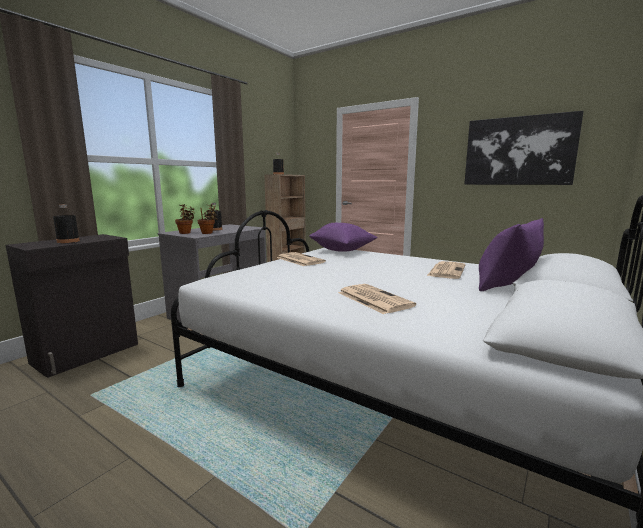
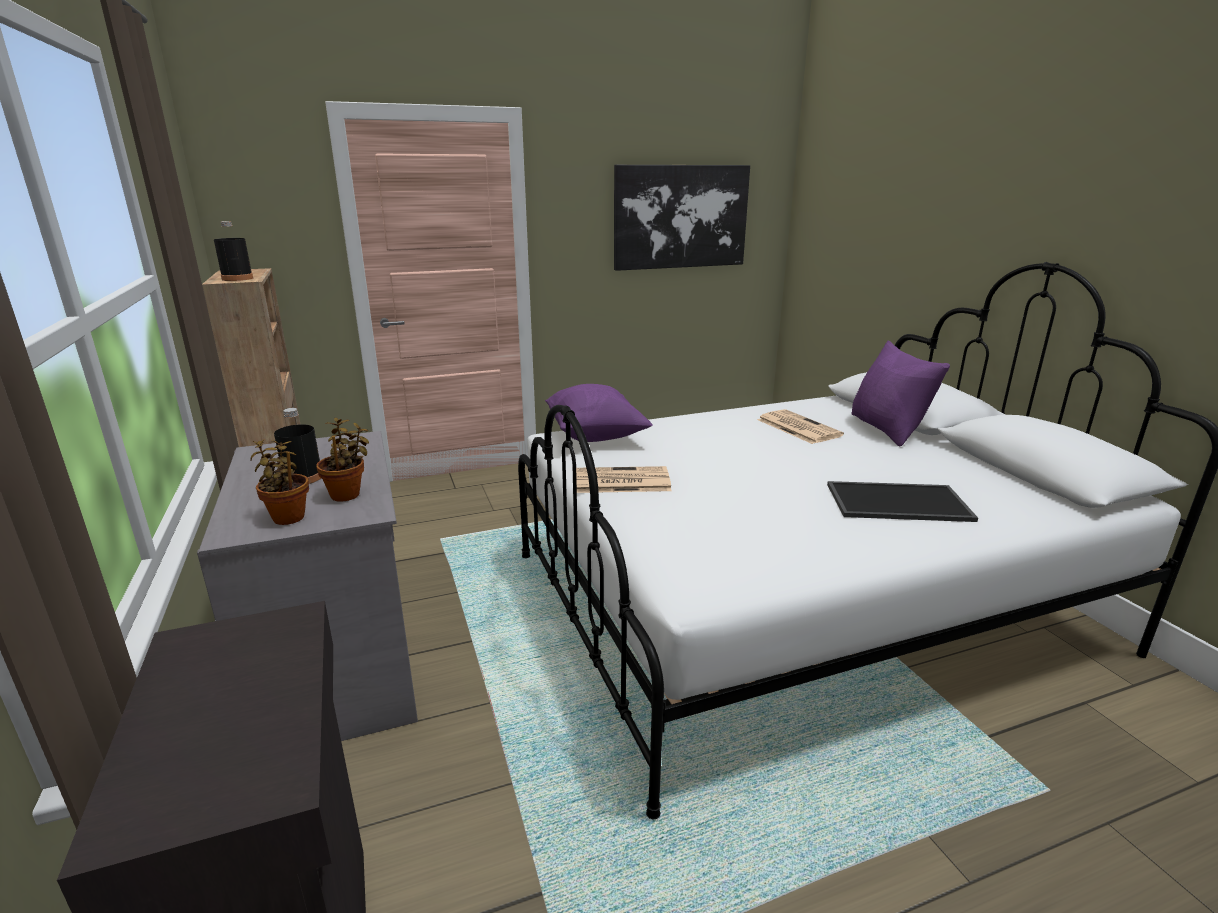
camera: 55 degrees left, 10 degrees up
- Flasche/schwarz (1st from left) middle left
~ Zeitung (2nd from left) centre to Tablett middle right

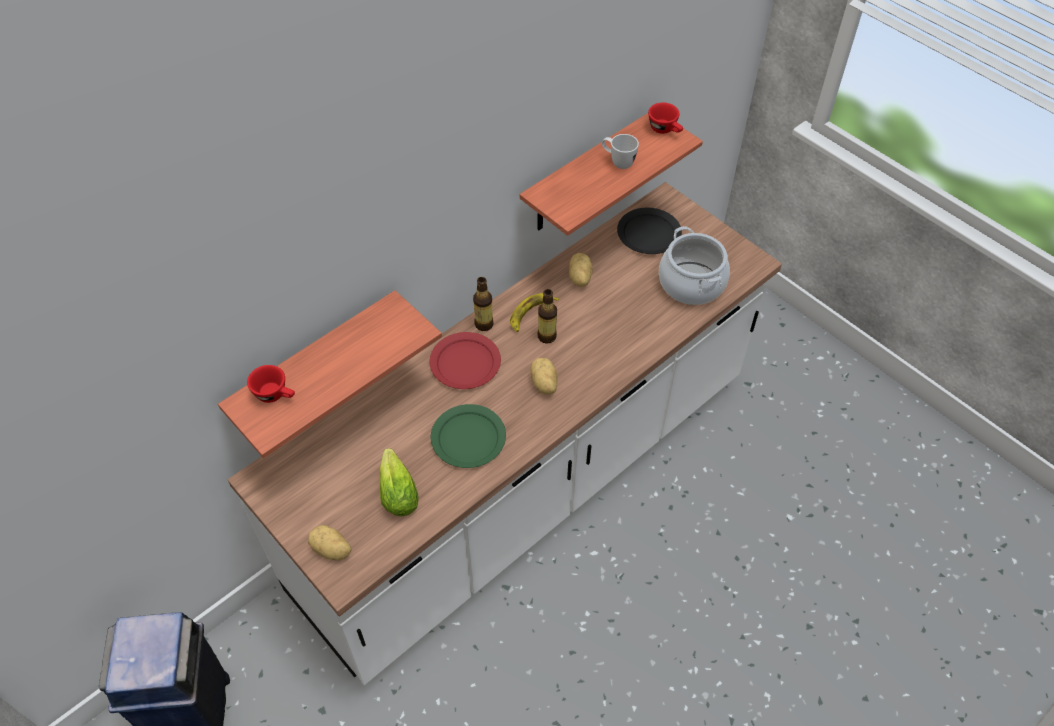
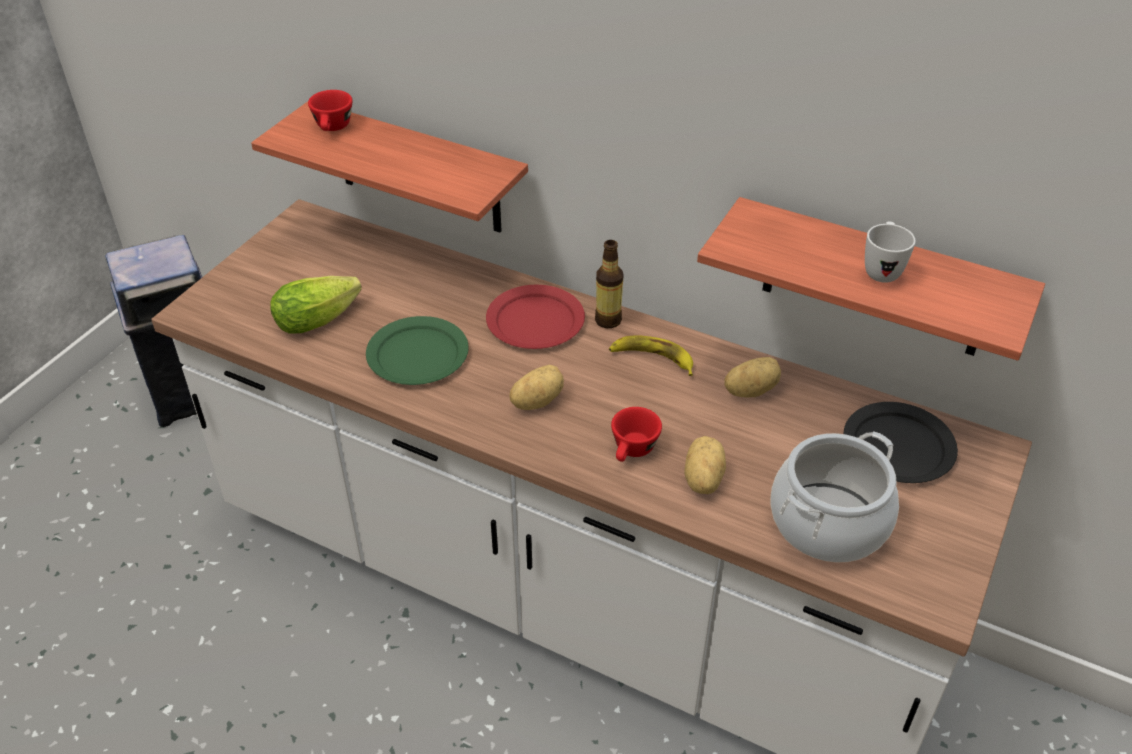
camera: 70 degrees right, 10 degrees down
- Flasche (2nd from left) centre
~ Kartoffel (1st from left in the first image) bottom left to Kartoffel (2nd from left) centre
~ Tasse/rot (2nd from left) top centre to centre

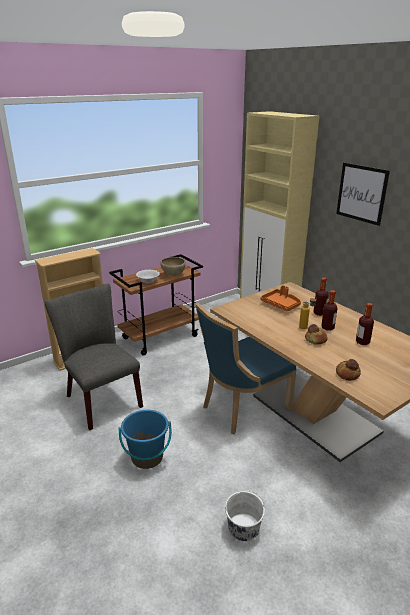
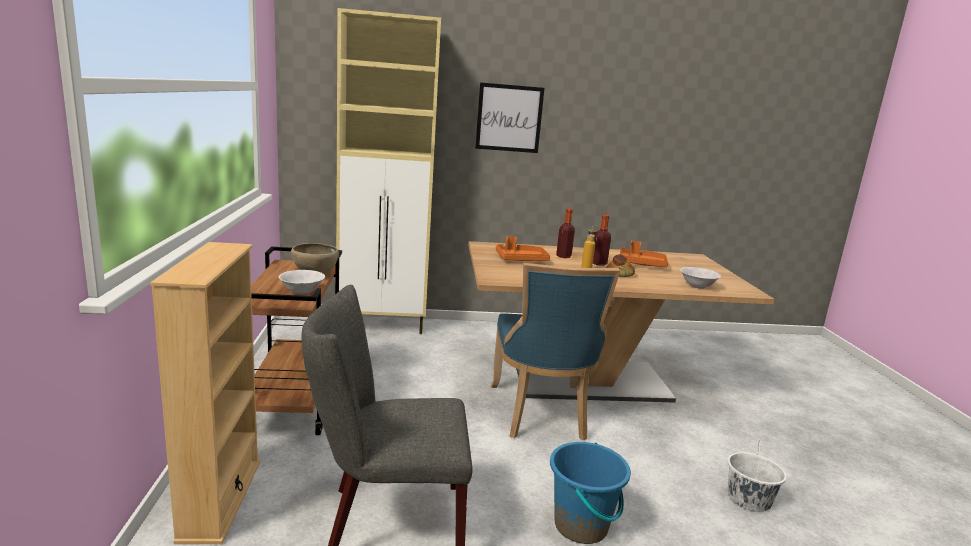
camera: 60 degrees left, 10 degrees down
~ Brot (2nd from left) middle right to Schüssel/weiß (2nd from left) middle right
~ Flasche (4th from left) middle right to Tablett/orange (2nd from left) centre

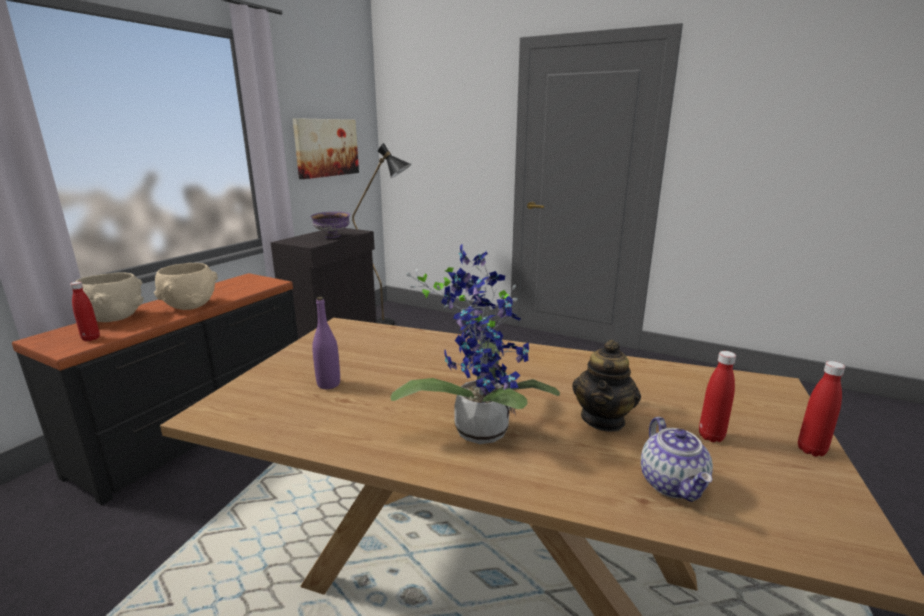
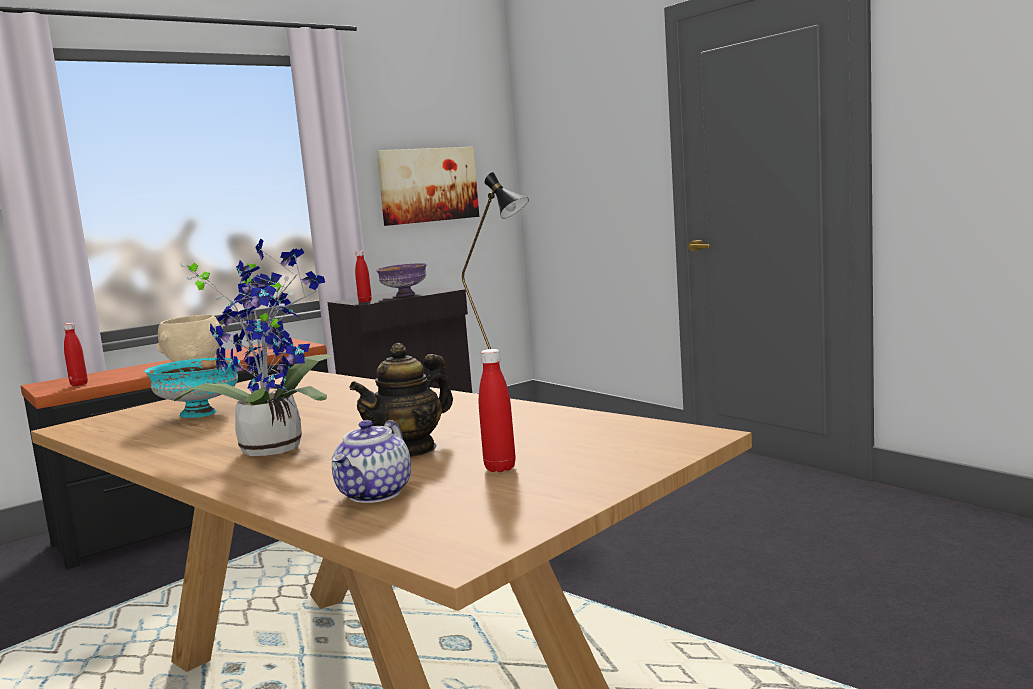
camera: 25 degrees right, 10 degrees down
- Schüssel/beige (1st from left) middle left
~ Flasche/rot (3rd from left in the first image) middle right to Flasche/rot (2nd from left) centre
~ Flasche/lila centre to Schüssel/türkis middle left

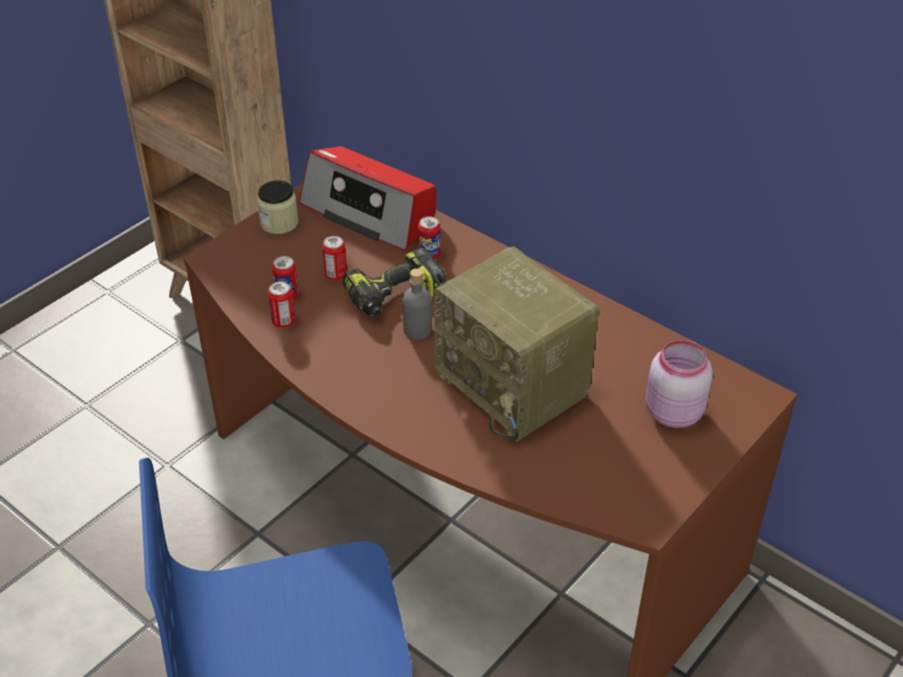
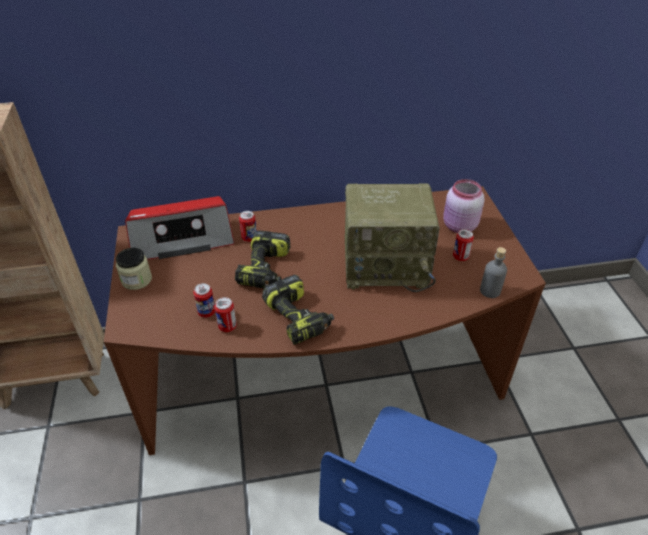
camera: 50 degrees left, 0 degrees up
+ Bohrmaschine (2nd from left) centre
~ Dose (3rd from left in the first image) centre to Dose (4th from left) middle right
~ Flasche/grau centre to middle right

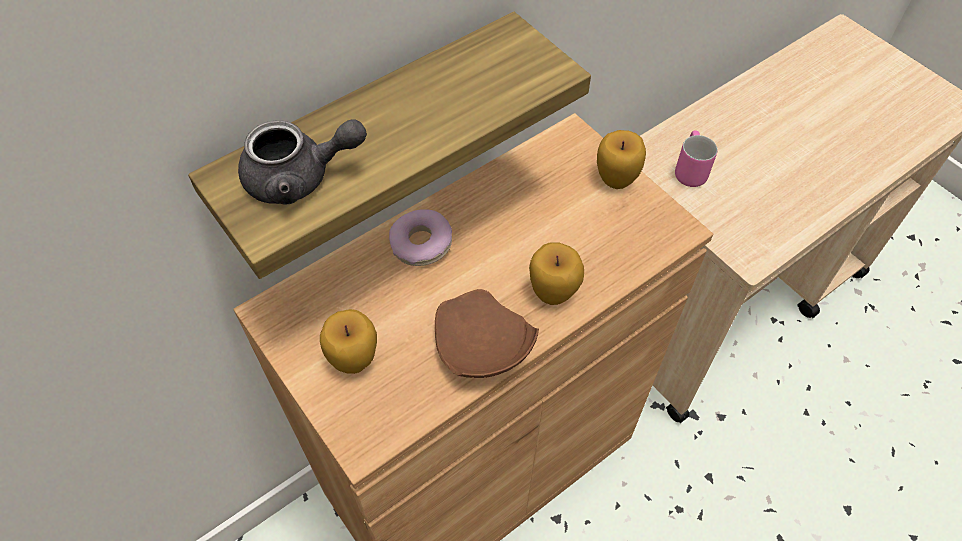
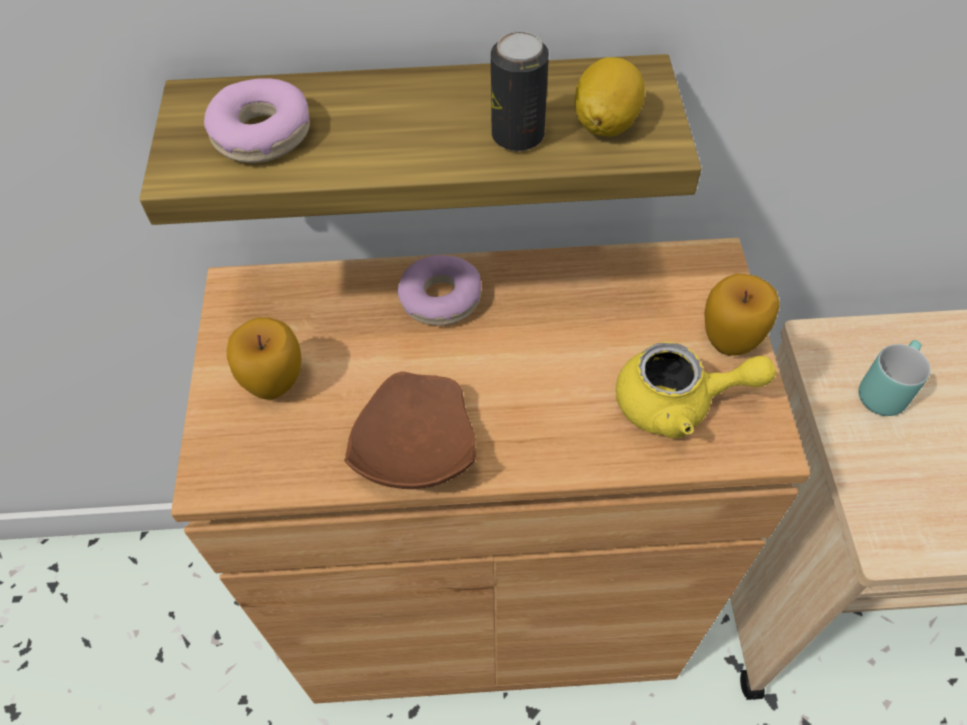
camera: 35 degrees right, 0 degrees up
- Apfel (2nd from left) centre
+ Dose top centre
+ Zitrone top centre
+ Teekanne/gelb middle right
~ Teekanne/grau top left to Donut (1st from left) top left
~ Henkelbecher/rosa top right to Henkelbecher/türkis middle right

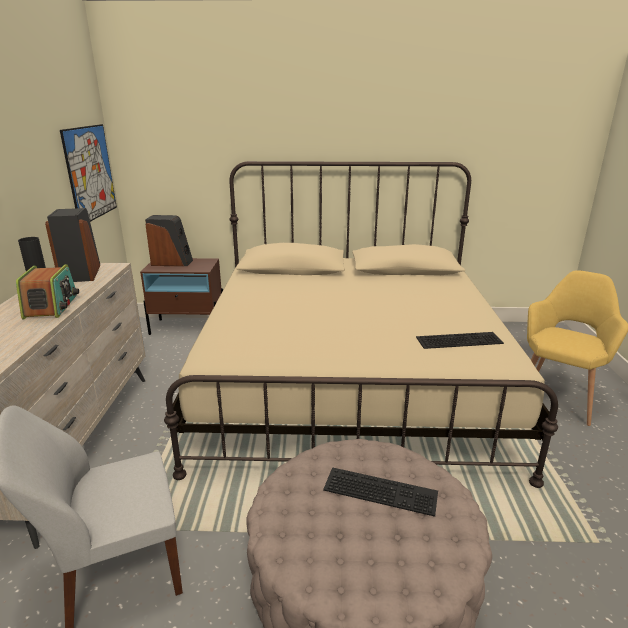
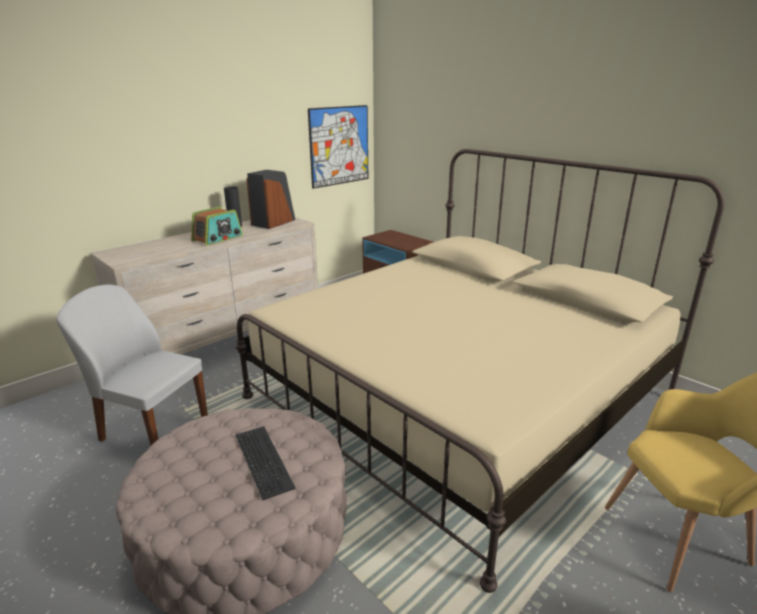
camera: 45 degrees right, 0 degrees up
- Lautsprecher (2nd from left) middle left
- Tastatur (2nd from left) middle right

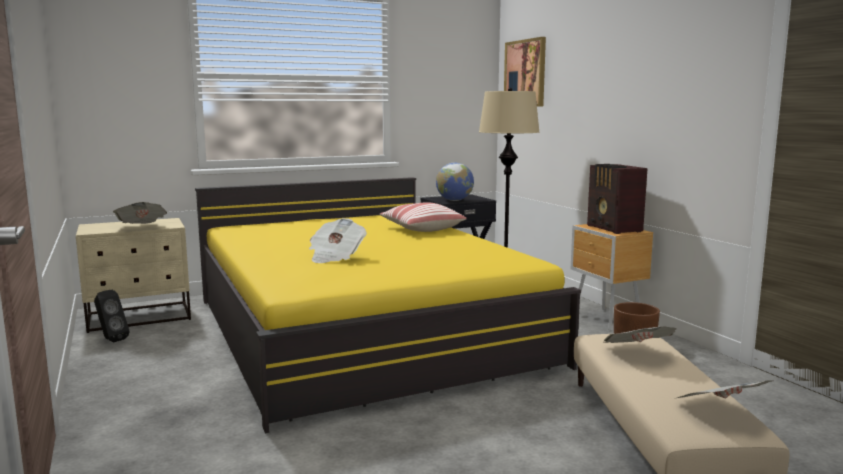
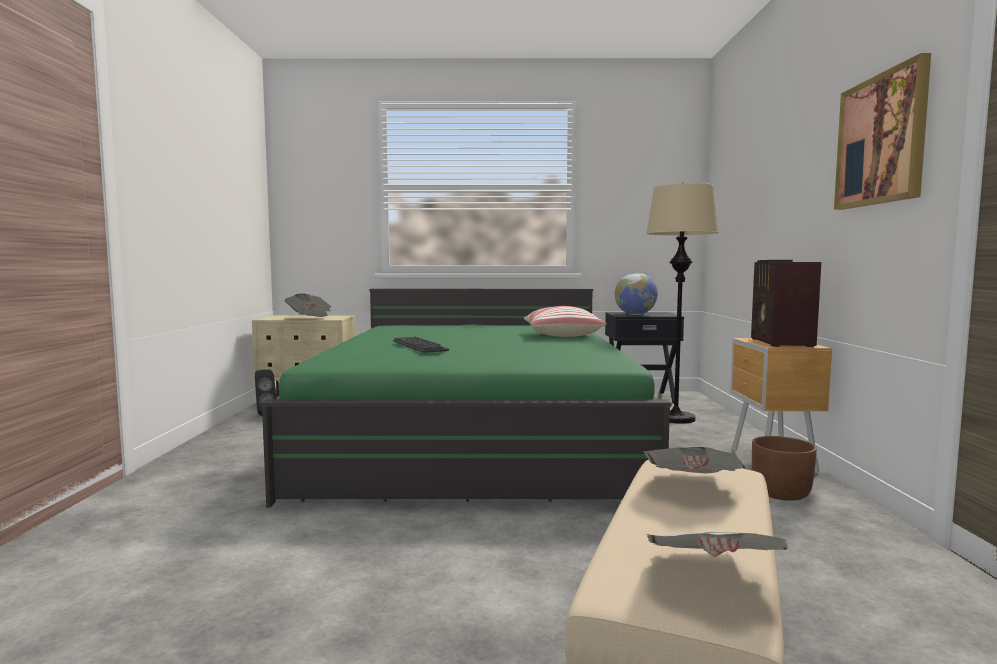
camera: 25 degrees right, 5 degrees down
~ Bild top centre to top right
~ Zeitung (2nd from left) centre to Tastatur centre
~ Bett/gelb centre to Bett/grün centre

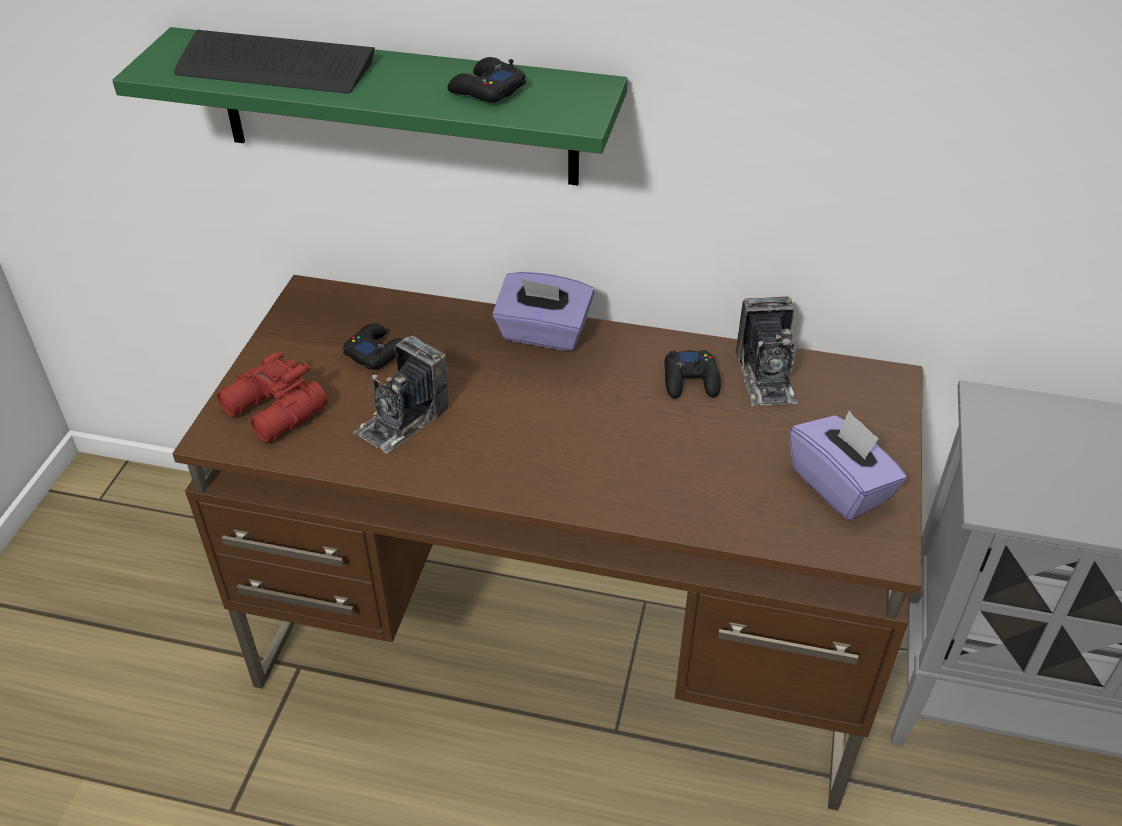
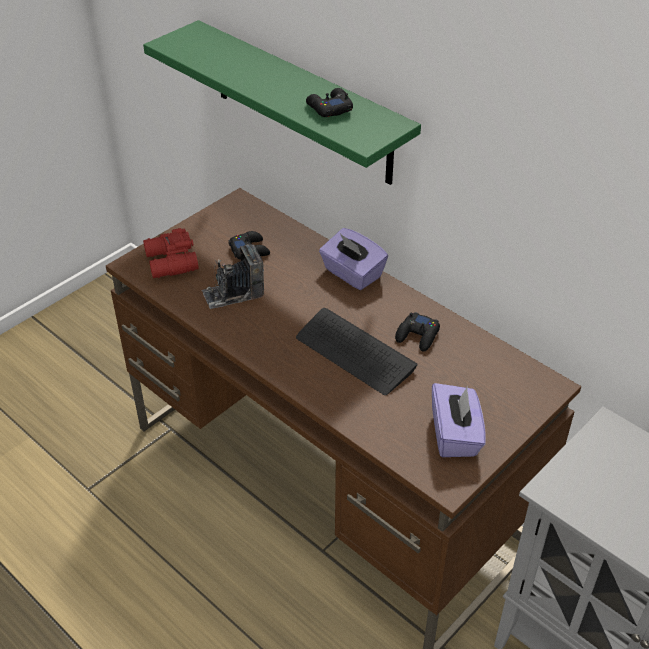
camera: 30 degrees right, 0 degrees up
- Kamera (2nd from left) middle right
~ Tastatur top left to centre

